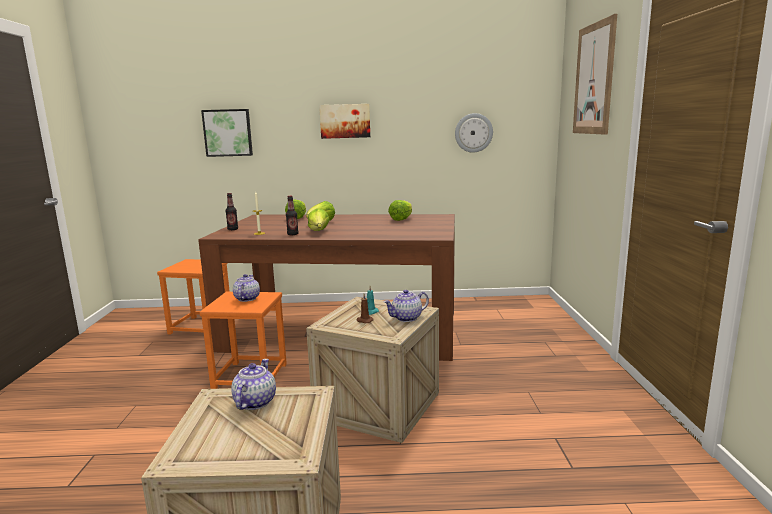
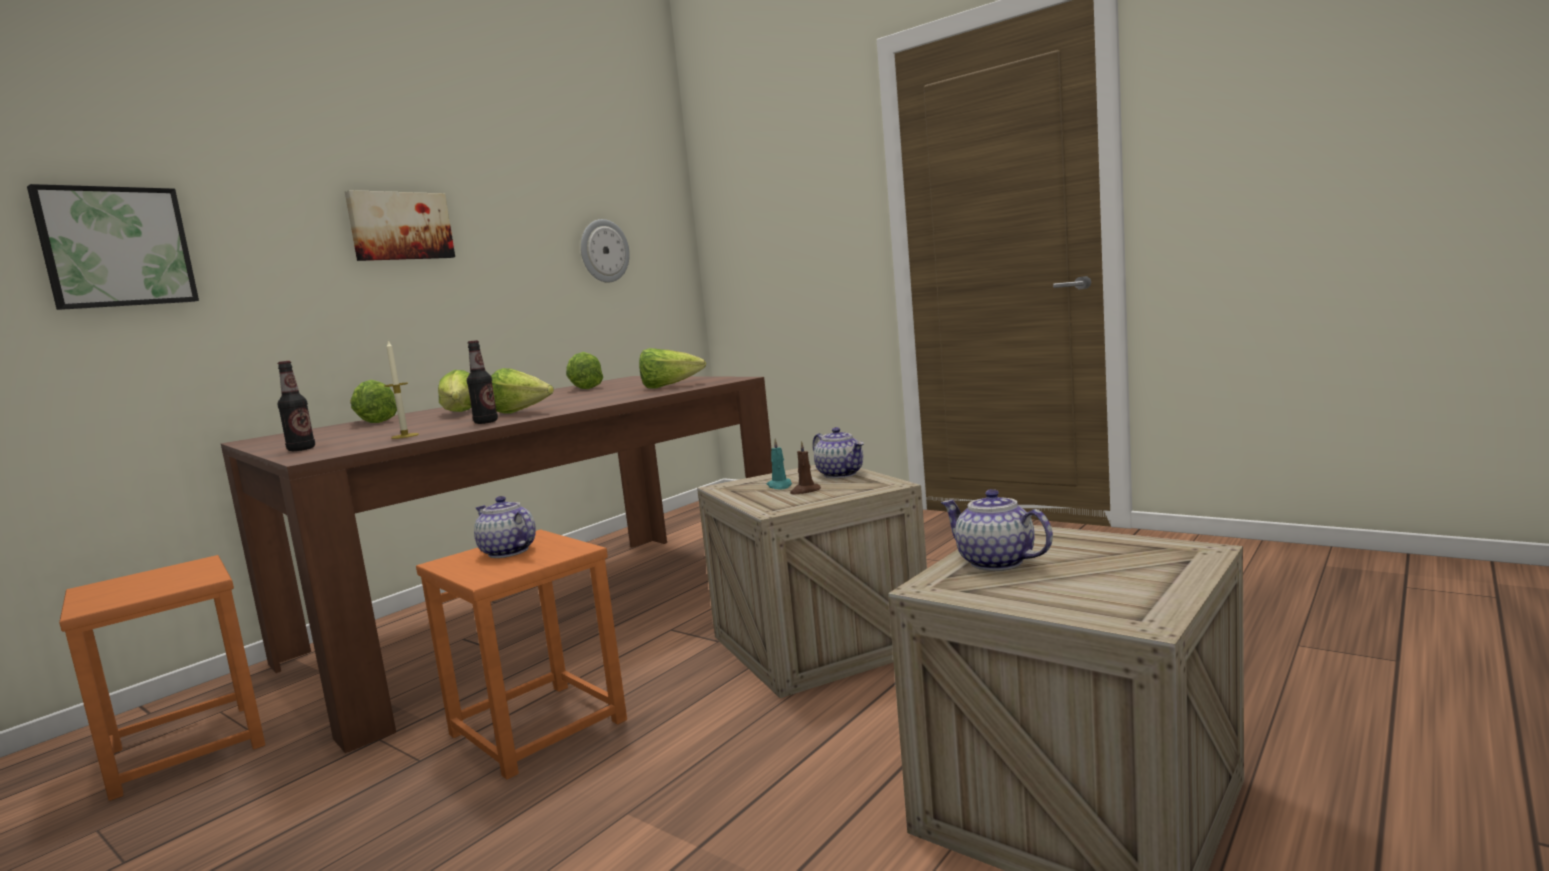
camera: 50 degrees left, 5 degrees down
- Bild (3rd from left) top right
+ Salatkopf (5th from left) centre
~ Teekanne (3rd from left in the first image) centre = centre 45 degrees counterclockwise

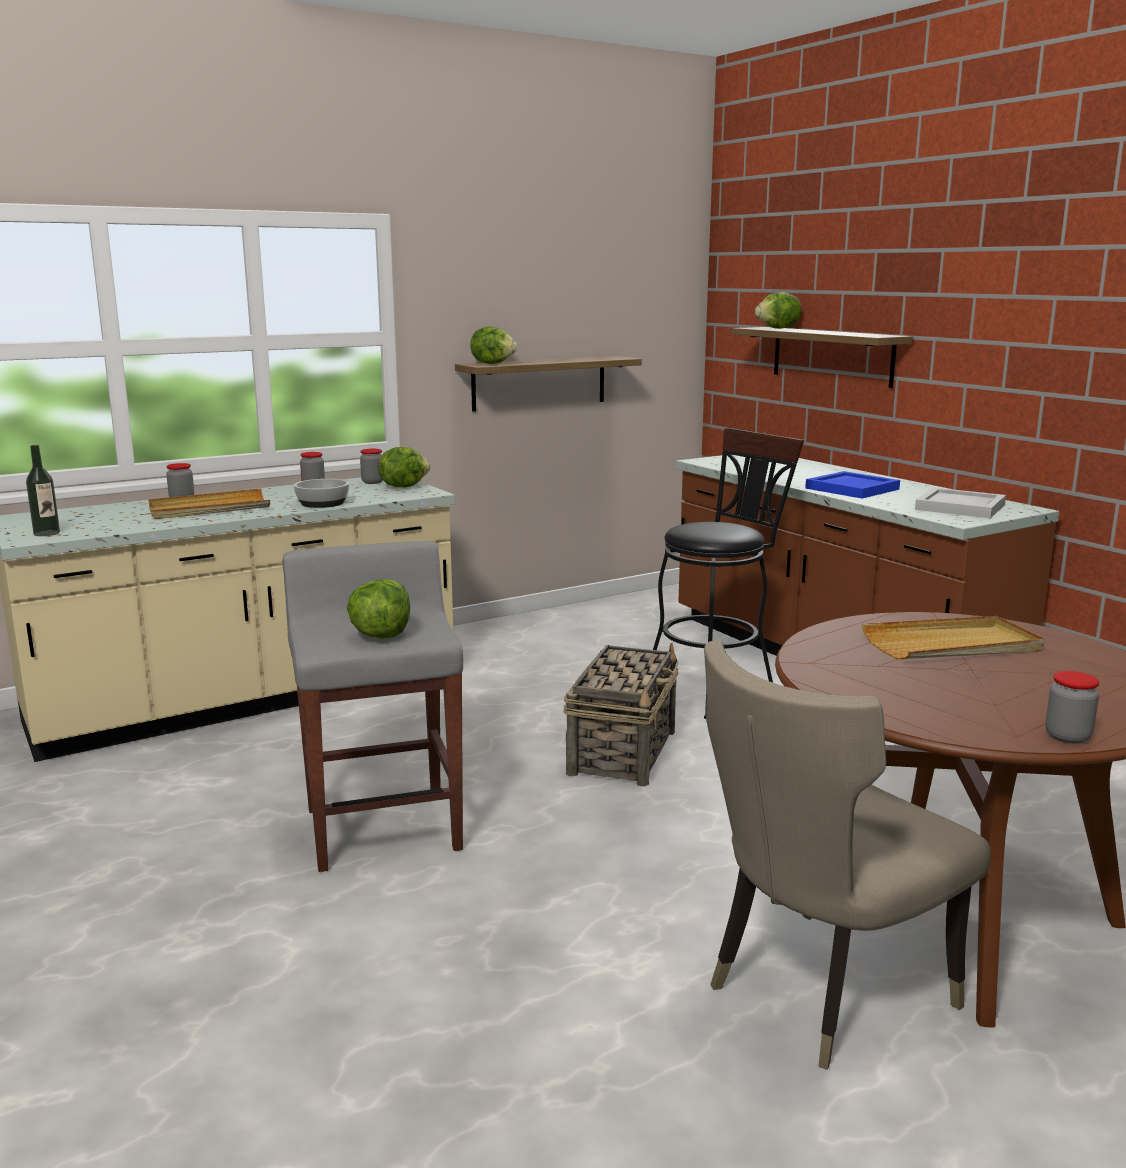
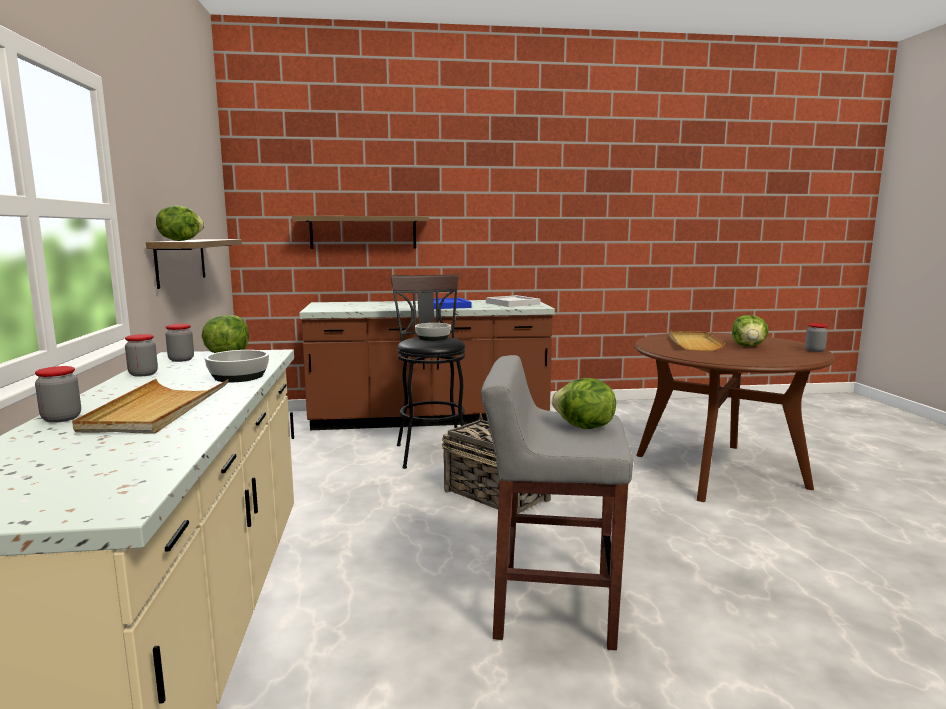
camera: 65 degrees left, 5 degrees down
- Flasche middle left
- Stuhl/beige bottom right
+ Schüssel (2nd from left) centre
~ Salatkopf (4th from left) top right to middle right

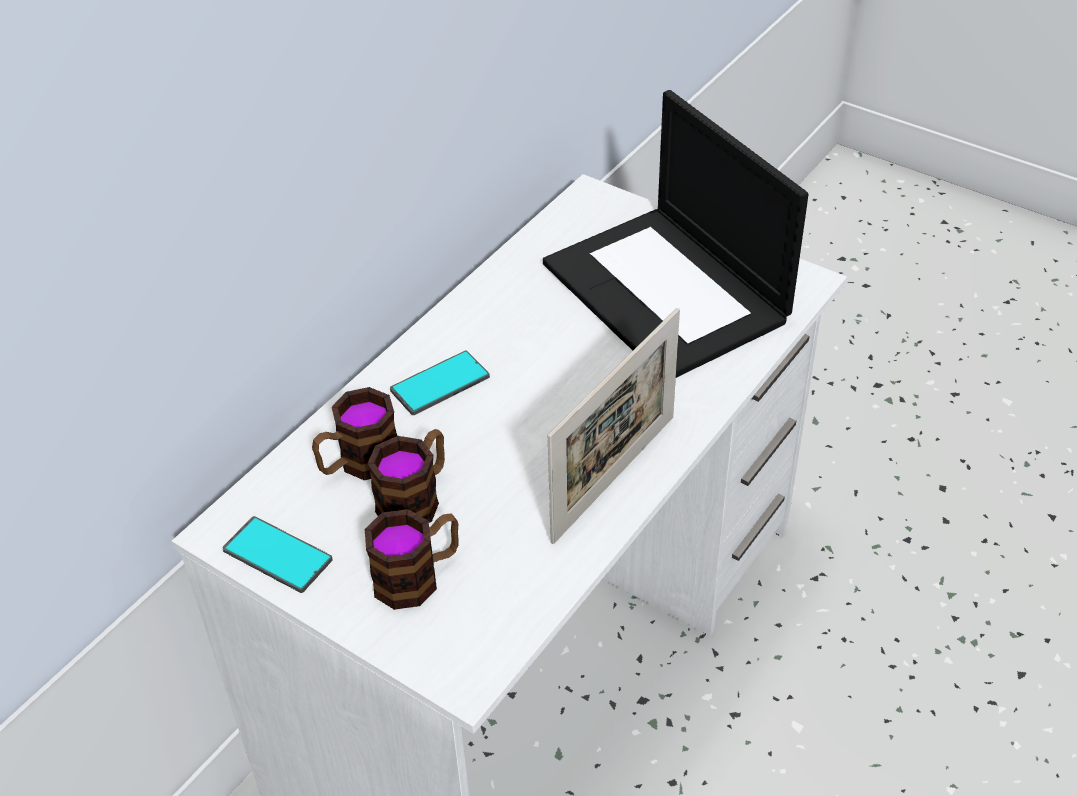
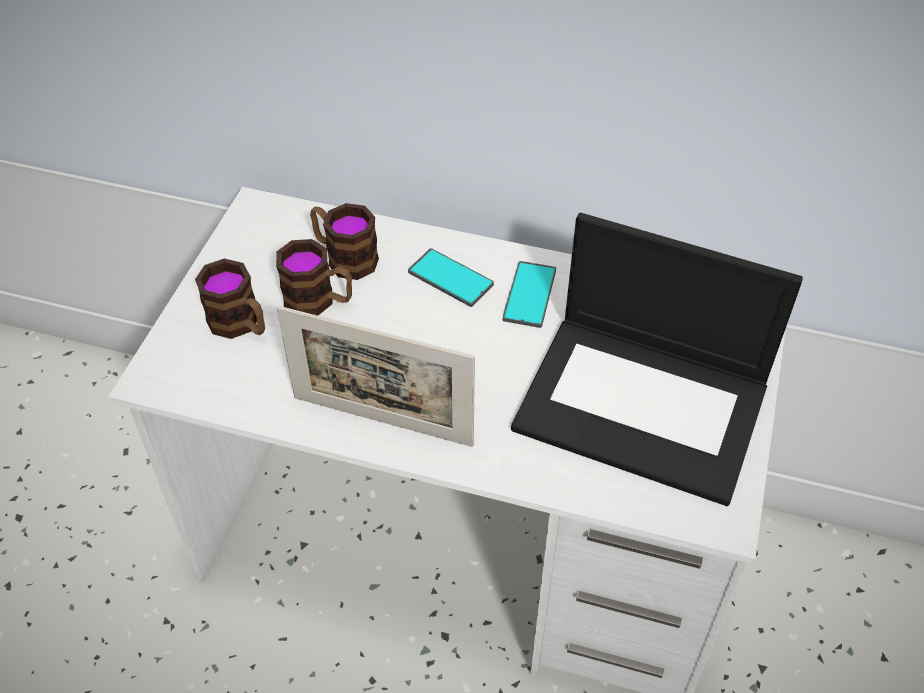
camera: 70 degrees right, 5 degrees up
~ Handy (1st from left in the first image) bottom left to Handy (2nd from left) centre
~ Laptop top centre = middle right 105 degrees counterclockwise

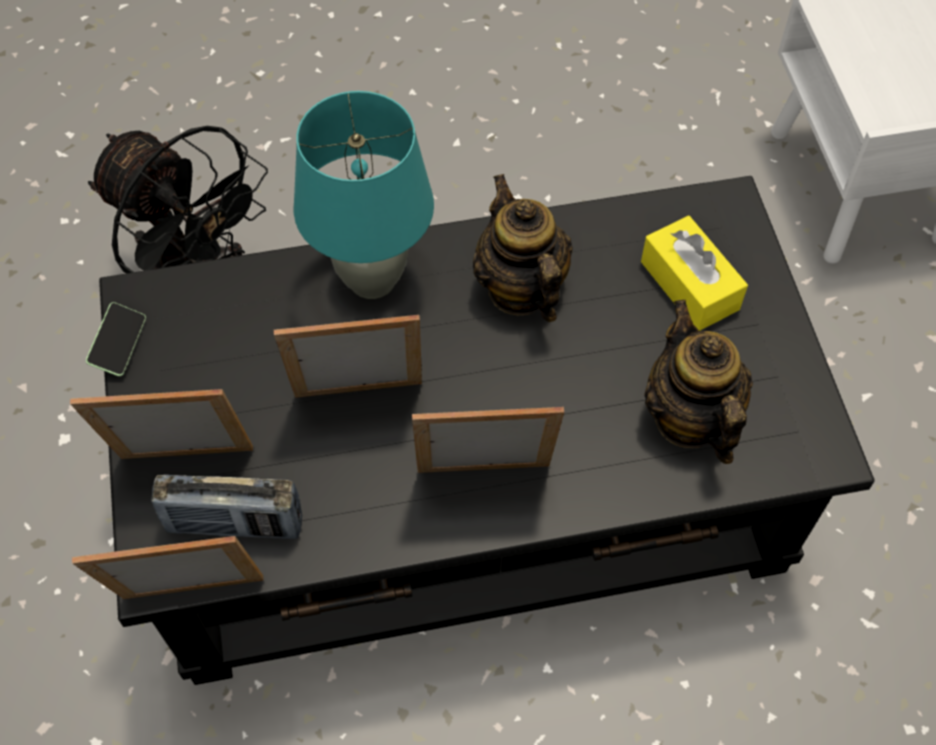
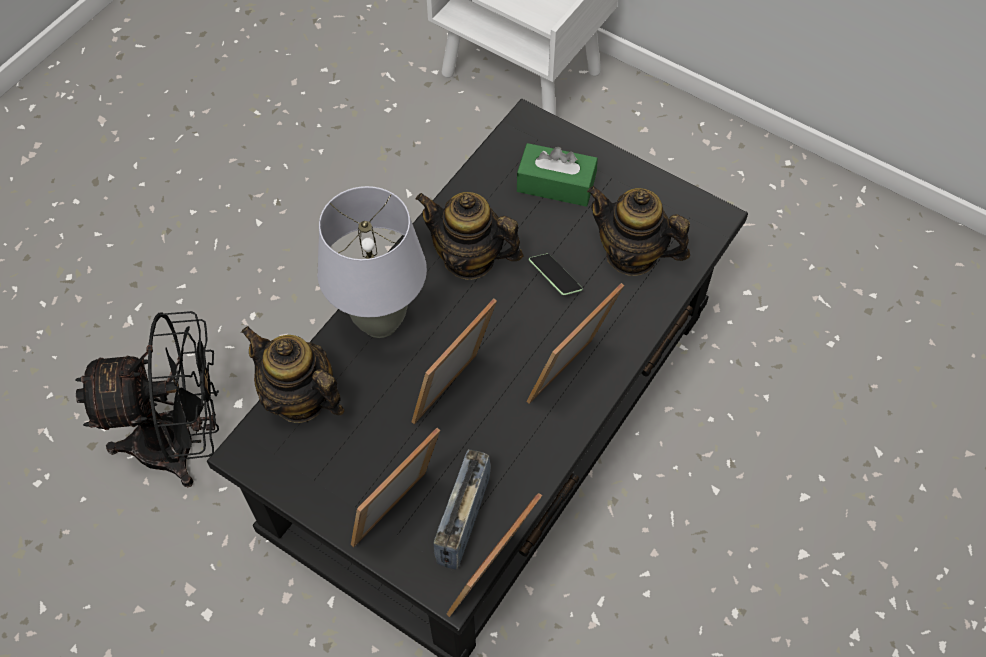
camera: 45 degrees left, 0 degrees up
+ Teekanne (1st from left) middle left
~ Handy middle left to centre
~ Tischlampe/türkis top centre to Tischlampe/grau centre
~ Taschentuchbox/gelb middle right to Taschentuchbox/grün top centre
~ Radio bottom left = bottom centre 150 degrees clockwise

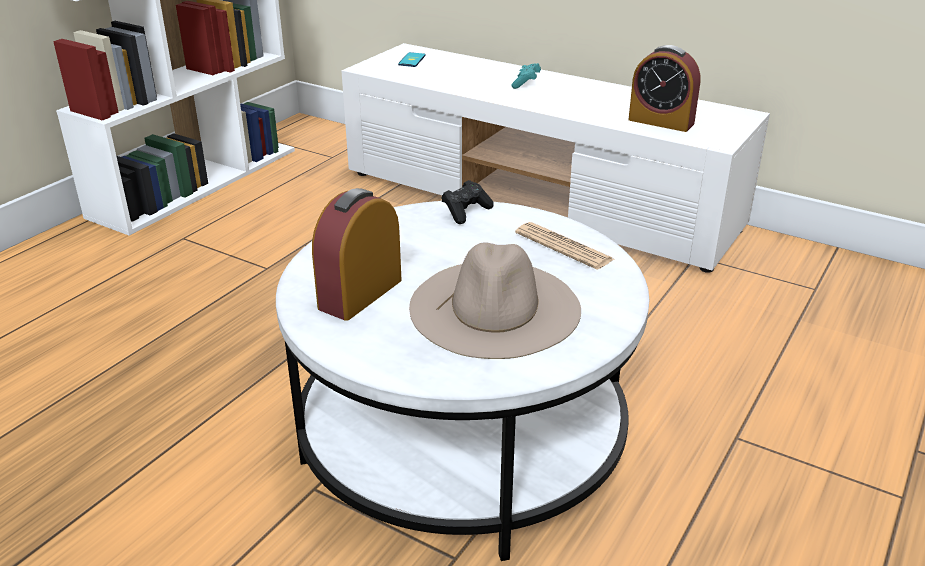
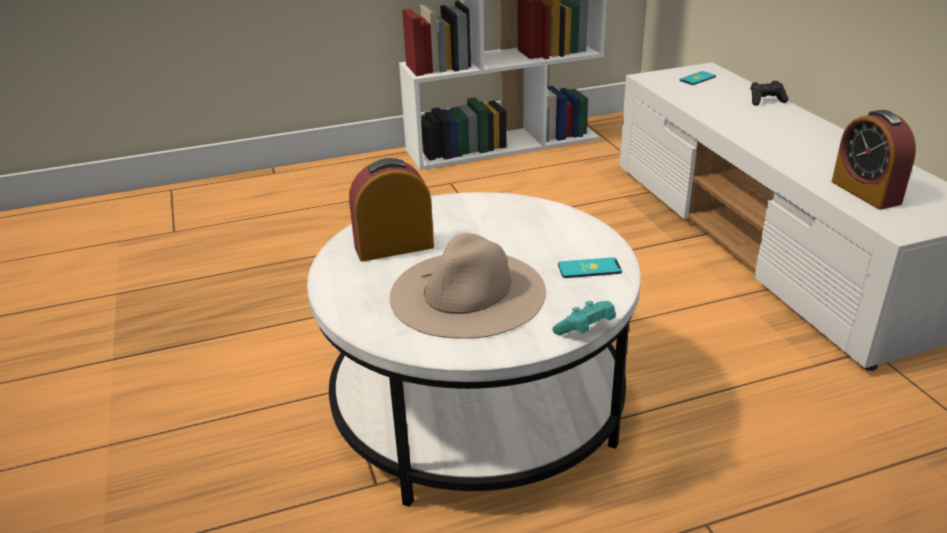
camera: 40 degrees right, 0 degrees up
~ Gamepad/schwarz centre to top right
~ Gamepad/türkis top centre to centre
~ Zeitung centre to Handy (1st from left) centre

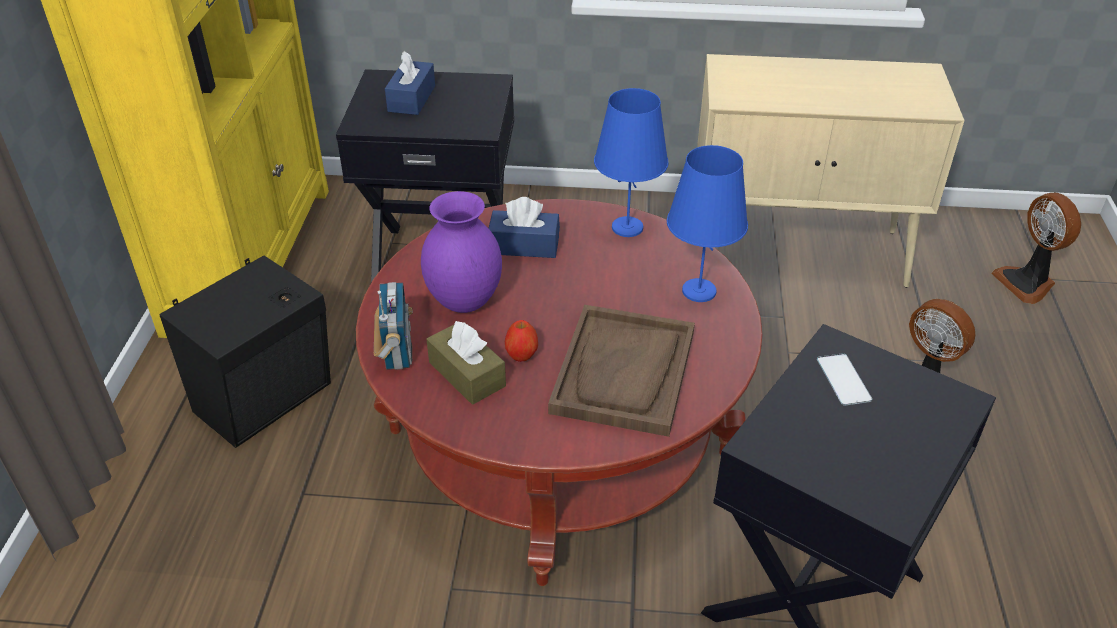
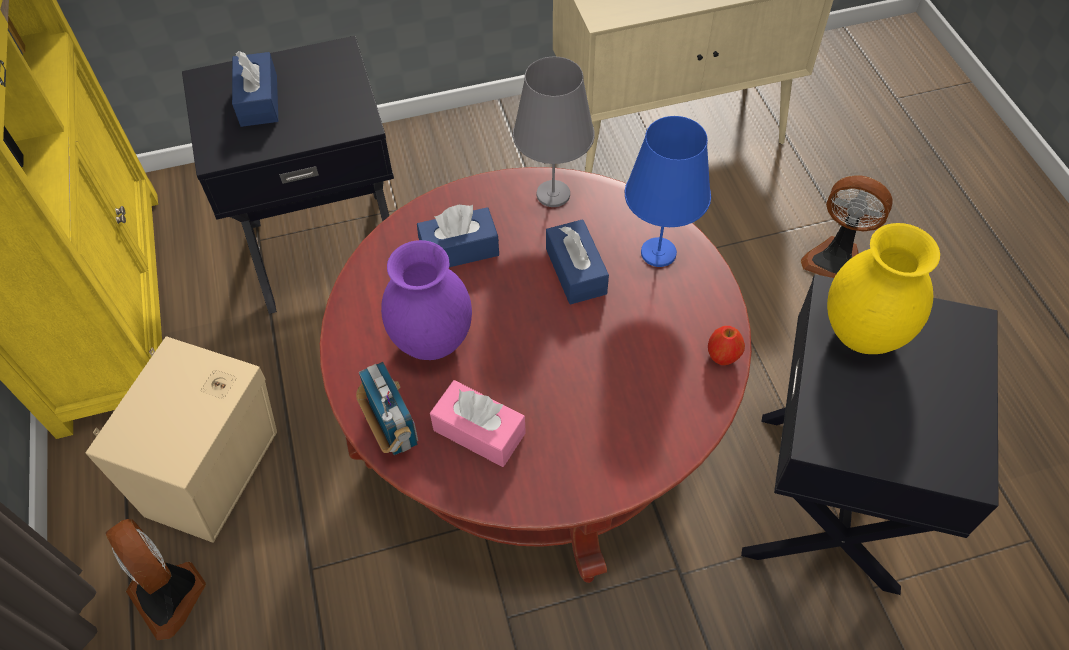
camera: 20 degrees left, 15 degrees up
- Tablett/braun centre
+ Taschentuchbox/blau (3rd from left) centre
~ Apfel centre to middle right
~ Ventilator (2nd from left in the first image) middle right to Ventilator (1st from left) bottom left
~ Handy middle right to Vase/gelb middle right
~ Lautsprecher/schwarz middle left to Lautsprecher/beige bottom left
~ Taschentuchbox/braun centre to Taschentuchbox/rosa centre
~ Tischlampe/blau (1st from left) top centre to Tischlampe/grau top centre

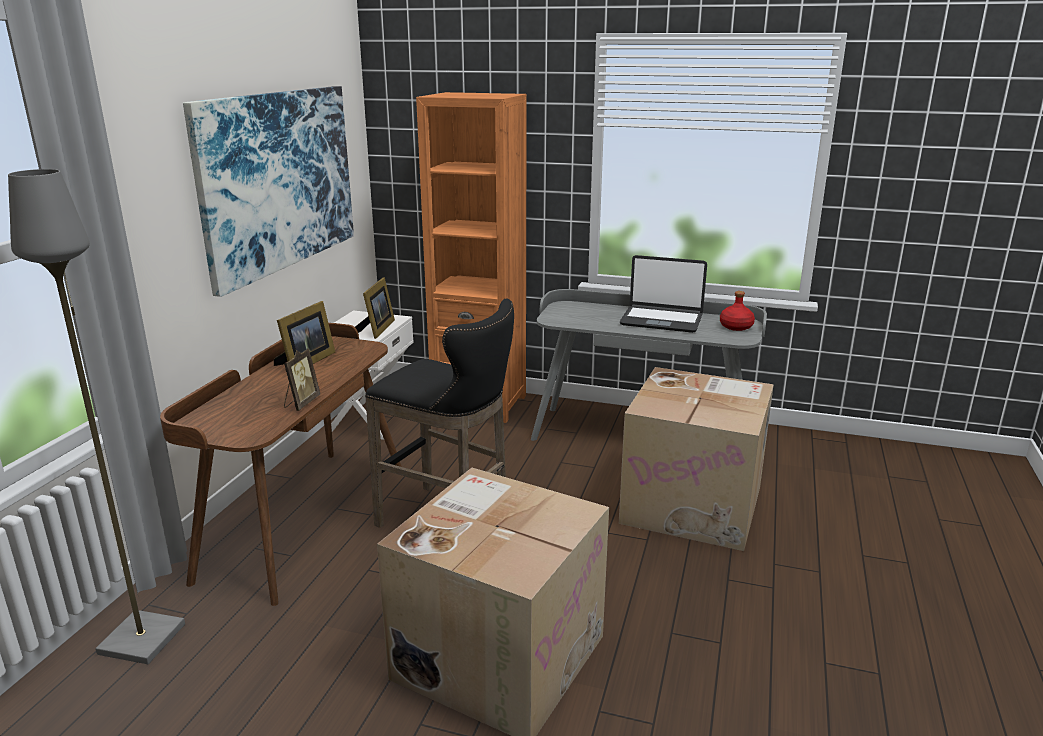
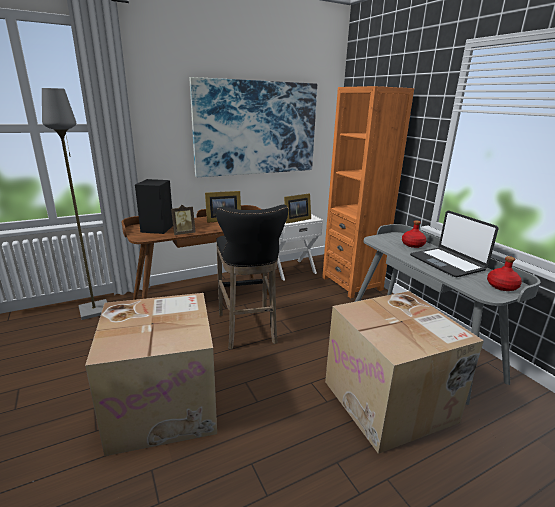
camera: 45 degrees right, 0 degrees up
+ Lautsprecher/schwarz middle left
+ Flasche/rot (1st from left) middle right

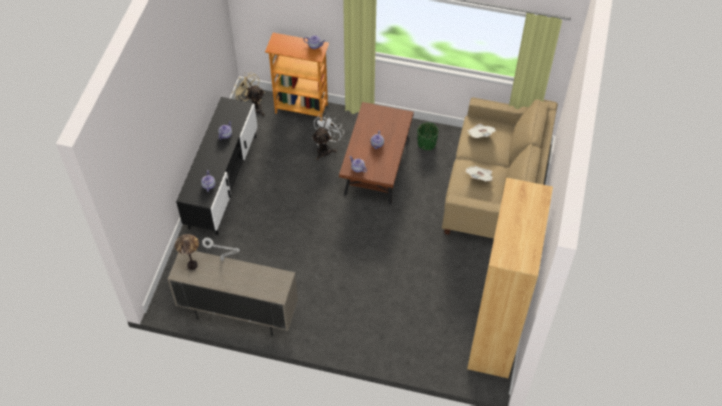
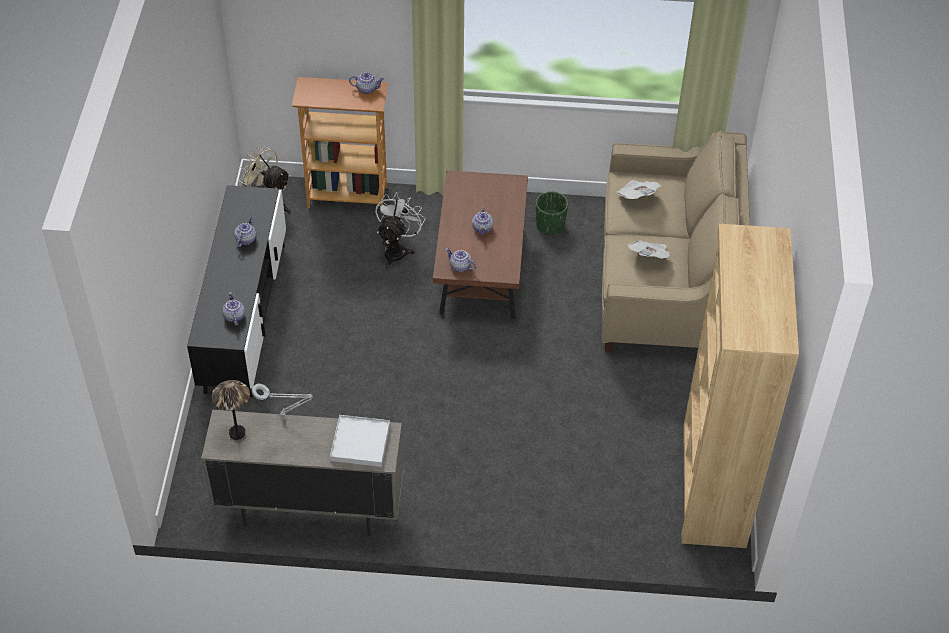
camera: 10 degrees left, 5 degrees down
+ Tablett/weiß bottom centre

